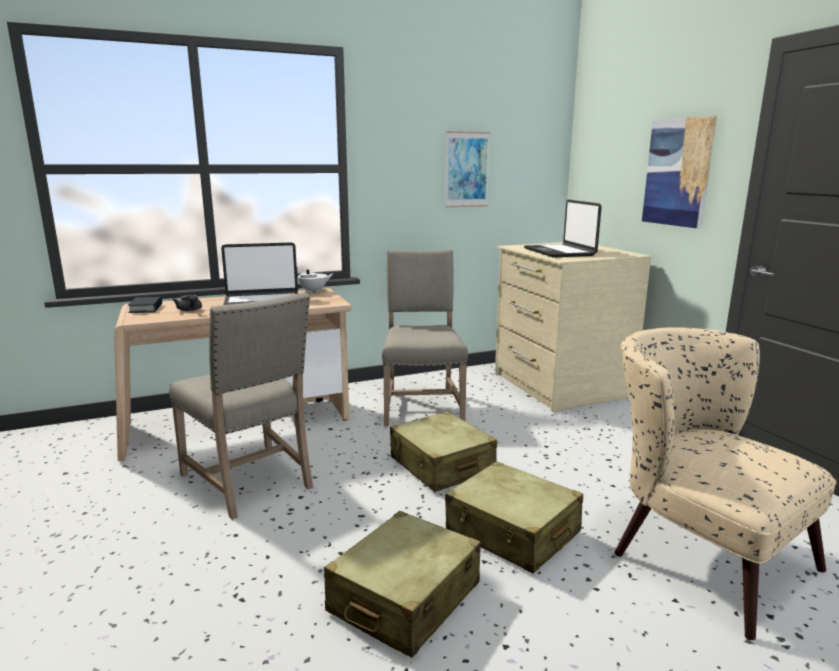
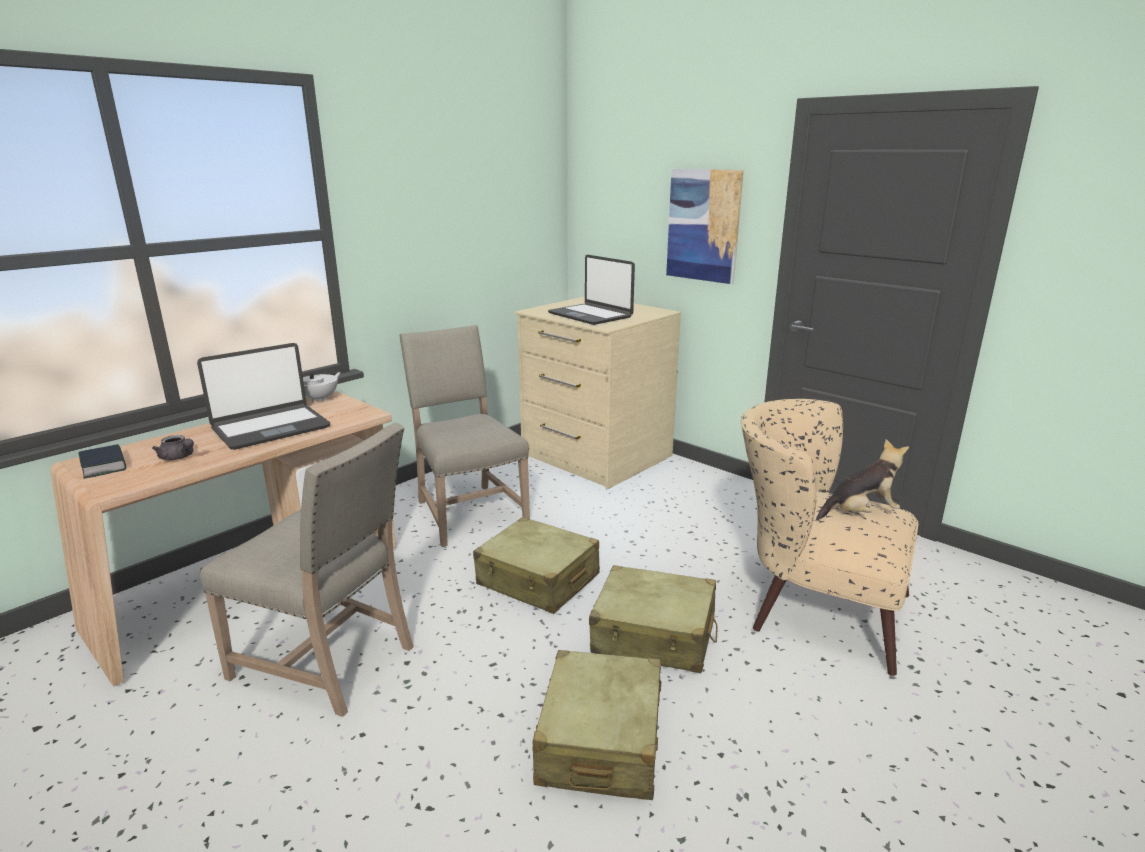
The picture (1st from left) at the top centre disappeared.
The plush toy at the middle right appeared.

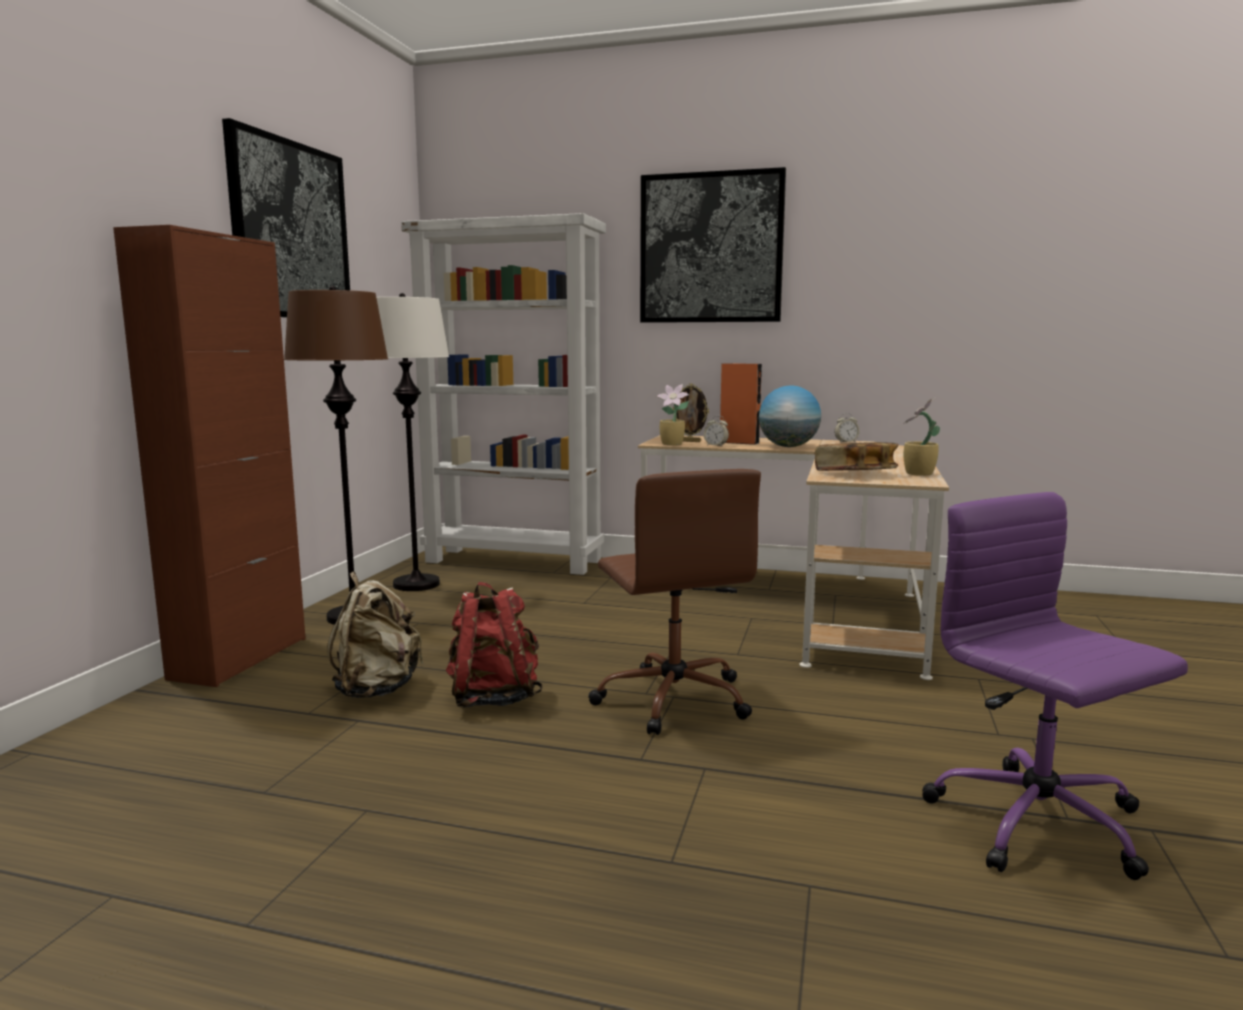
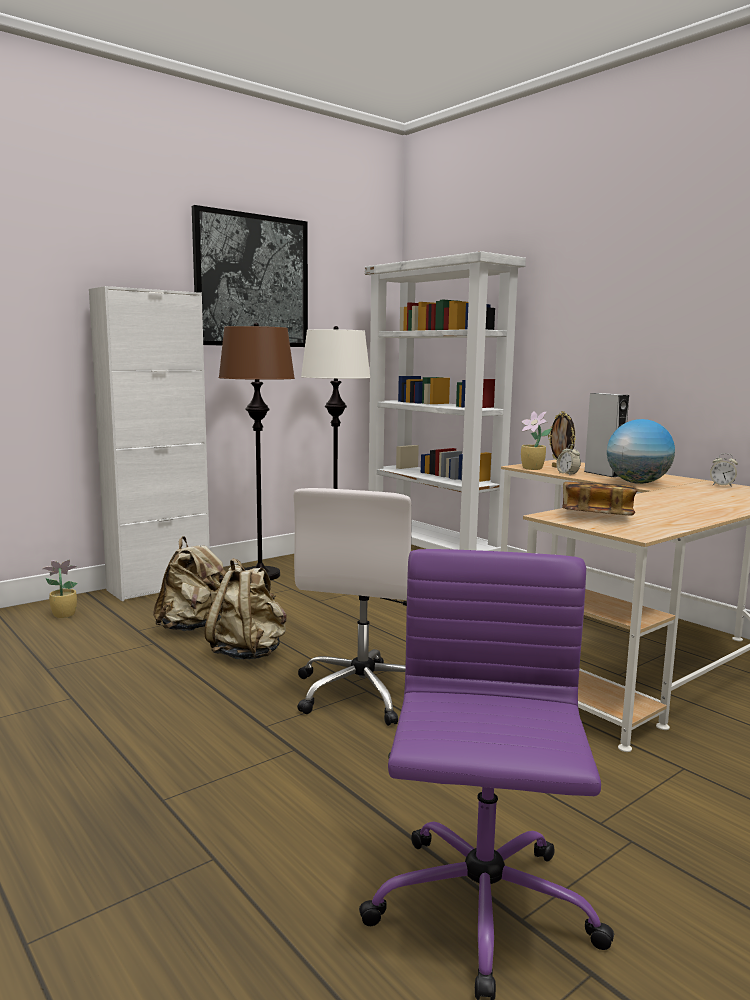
The brown cabinet at the middle left became the white cabinet at the middle left.
The red backpack at the centre became the beige backpack (2nd from left) at the middle left.
The brown office chair at the centre became the white office chair at the centre.
The picture (2nd from left) at the top centre disappeared.
The orange speaker at the centre became the grey speaker at the middle right.
The potted plant (2nd from left in the first image) moved from the middle right to the middle left.

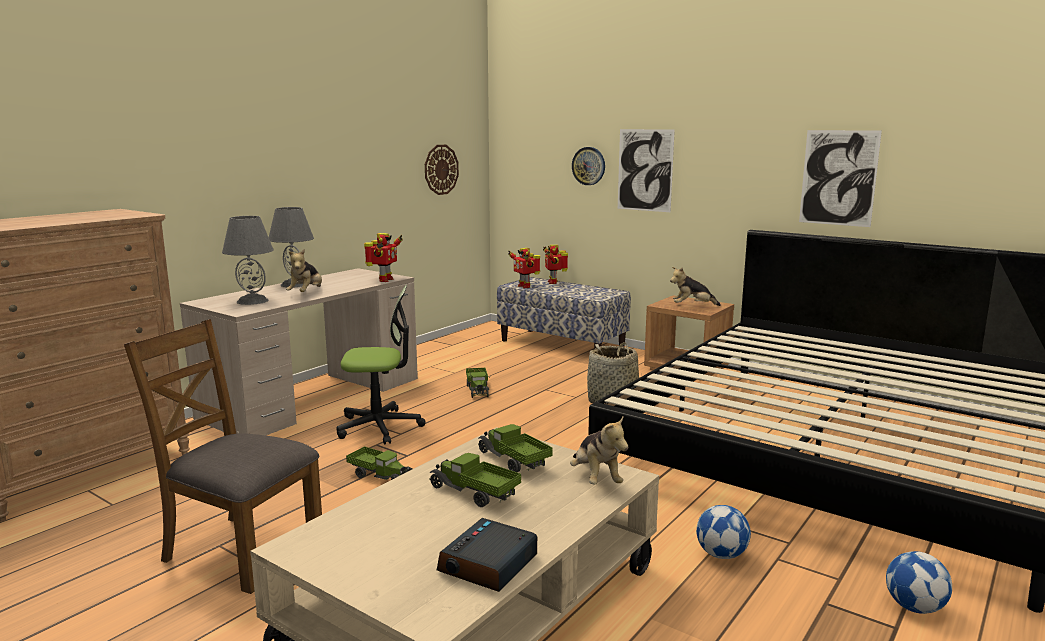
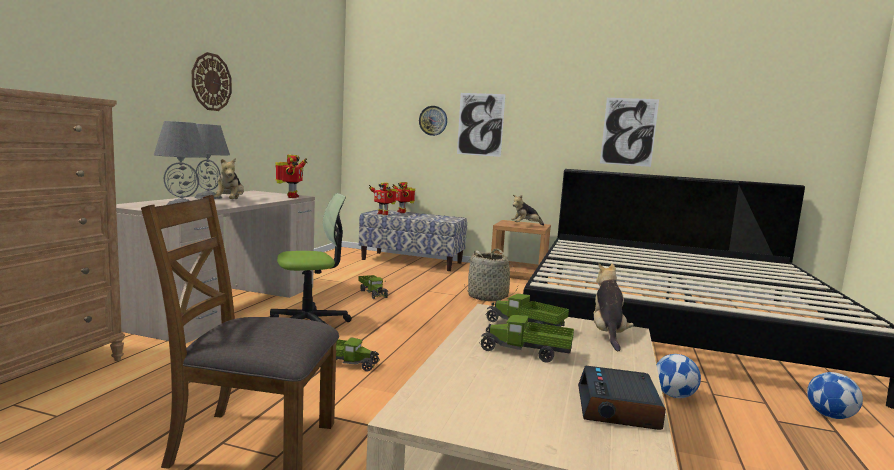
The wall clock (1st from left) moved from the top centre to the top left.
The plush toy (2nd from left in the first image) at the bottom centre turned 135 degrees counterclockwise.

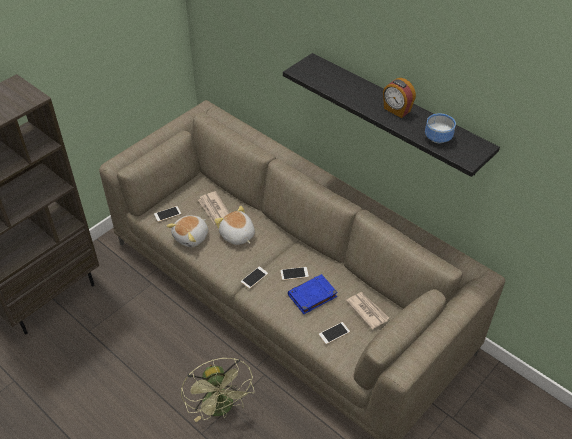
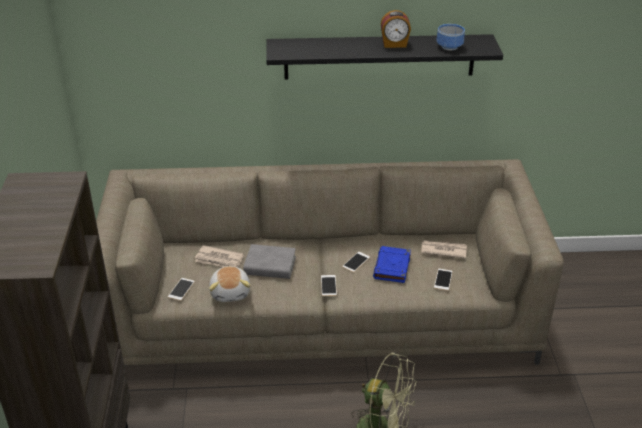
The plush toy (2nd from left) at the centre was replaced by the grey book at the centre.

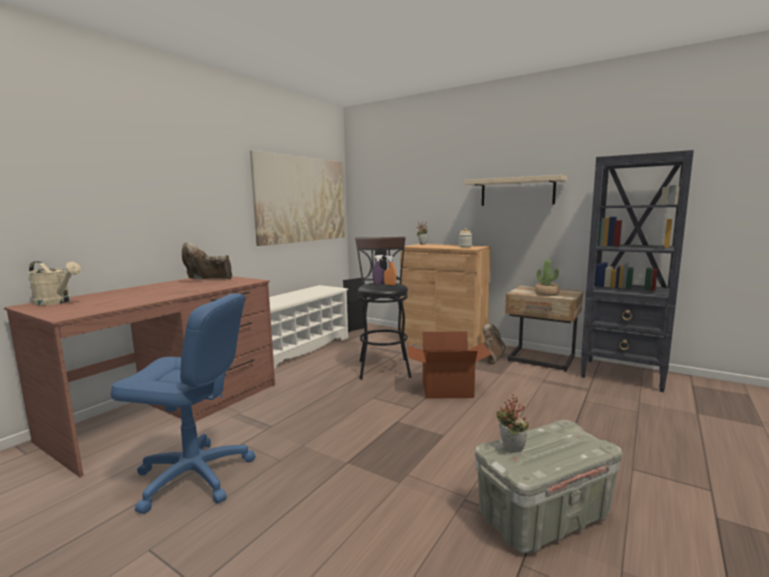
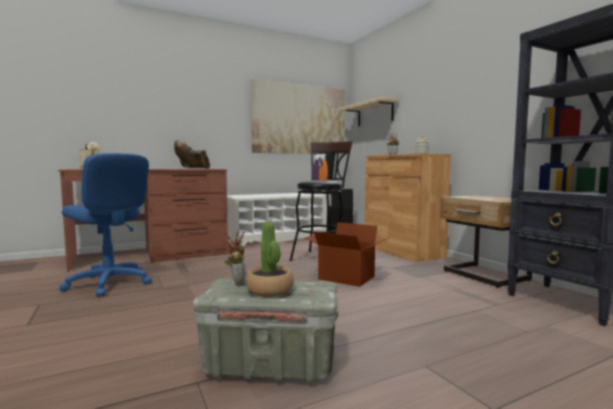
The beige shelf moved from the top right to the top centre.
The brown boot (2nd from left) at the centre disappeared.
The potted plant (3rd from left in the first image) moved from the middle right to the centre.

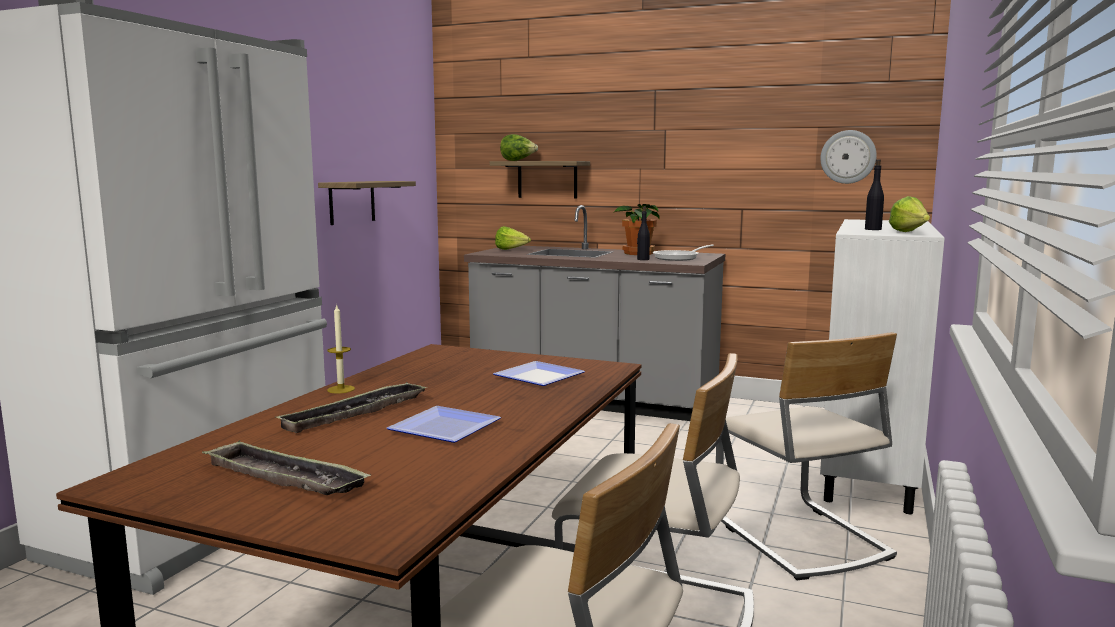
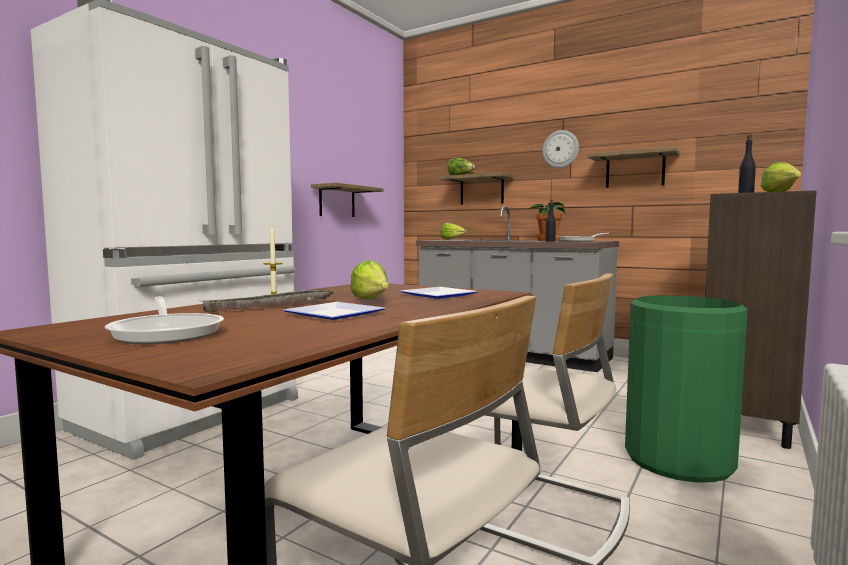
The tray (1st from left) at the bottom left was replaced by the frying pan (1st from left) at the middle left.
The beige chair (3rd from left) at the bottom right was replaced by the green trash can at the bottom right.
The wall clock moved from the top right to the top centre.
The white cabinet at the middle right became the brown cabinet at the middle right.
The lettuce (1st from left) at the centre appeared.
The shelf (3rd from left) at the top right appeared.

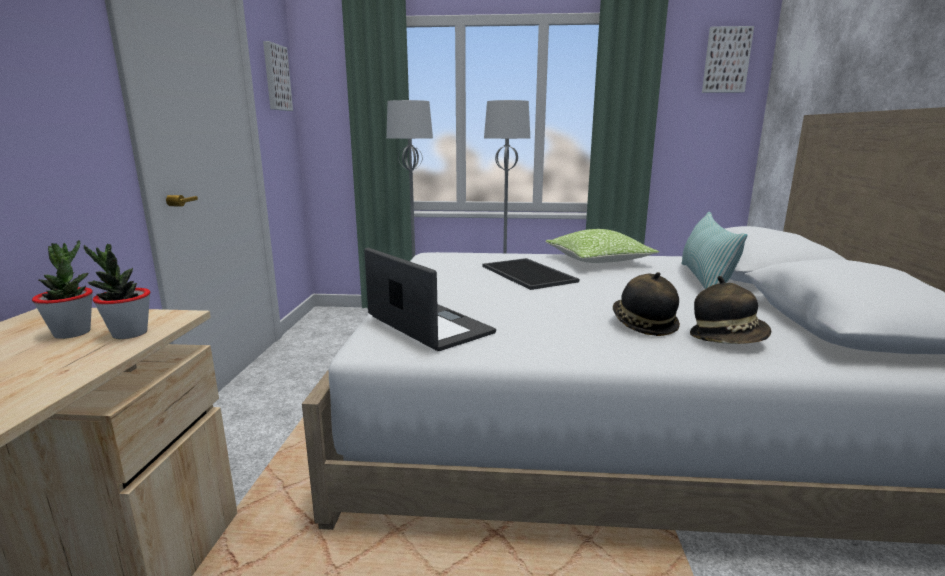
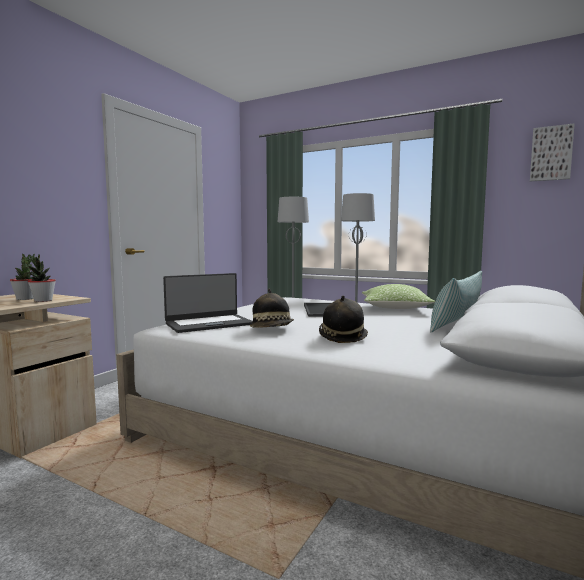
The picture (1st from left) at the top left disappeared.
The laptop at the centre turned 75 degrees clockwise.
The hat (2nd from left in the first image) moved from the middle right to the centre.

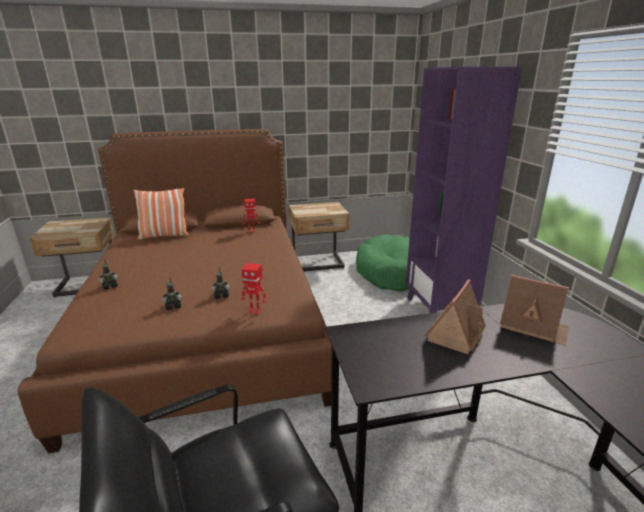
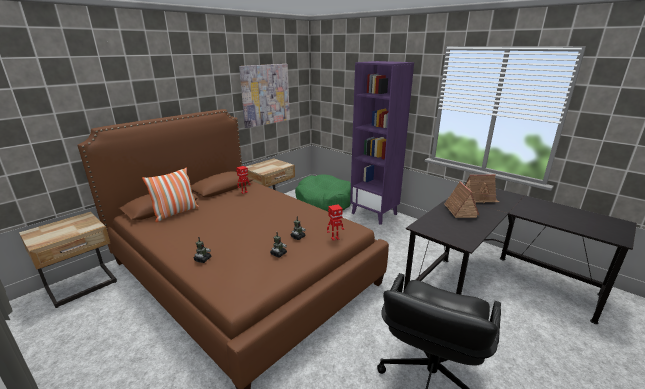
The picture at the top centre appeared.

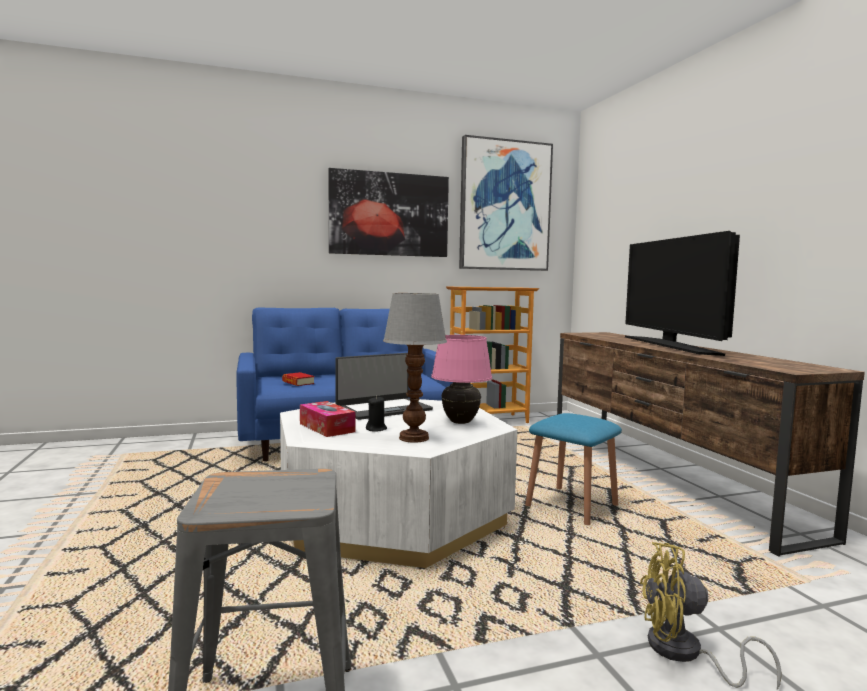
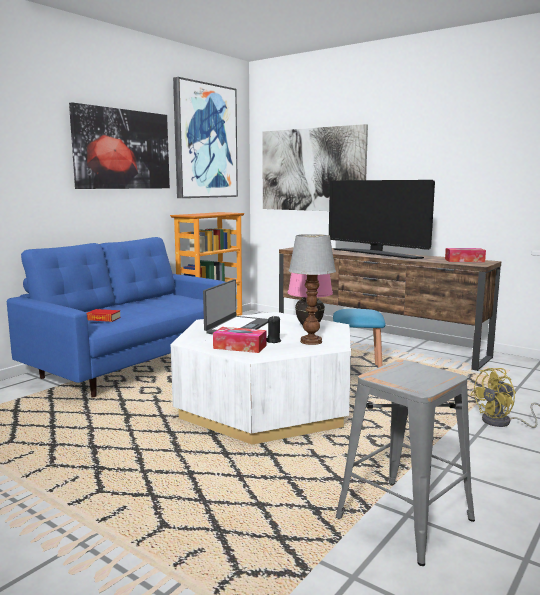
The picture (3rd from left) at the top centre appeared.
The tissue box (2nd from left) at the middle right appeared.

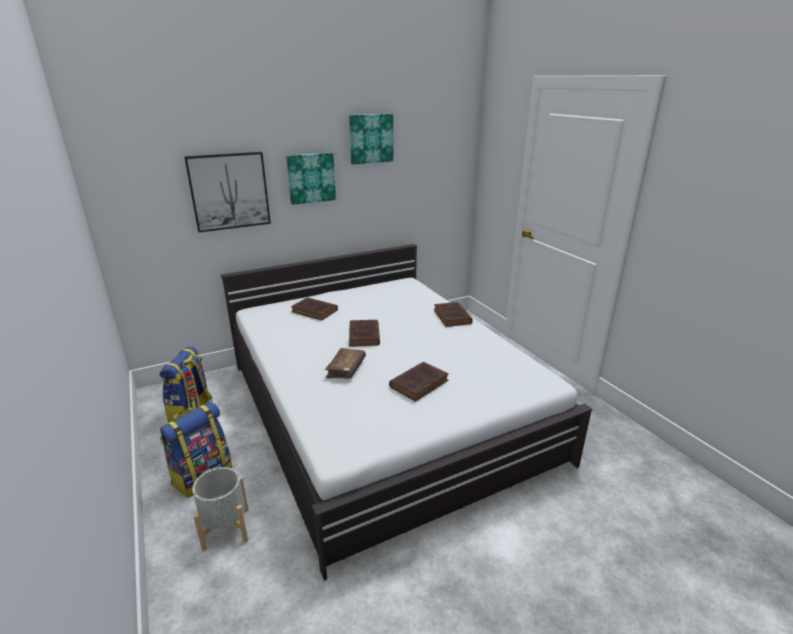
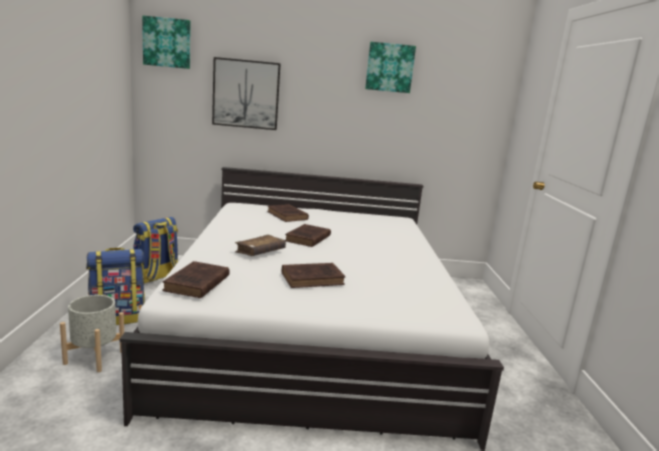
The picture (2nd from left in the first image) moved from the top centre to the top left.
The brown book (5th from left in the first image) moved from the centre to the middle left.

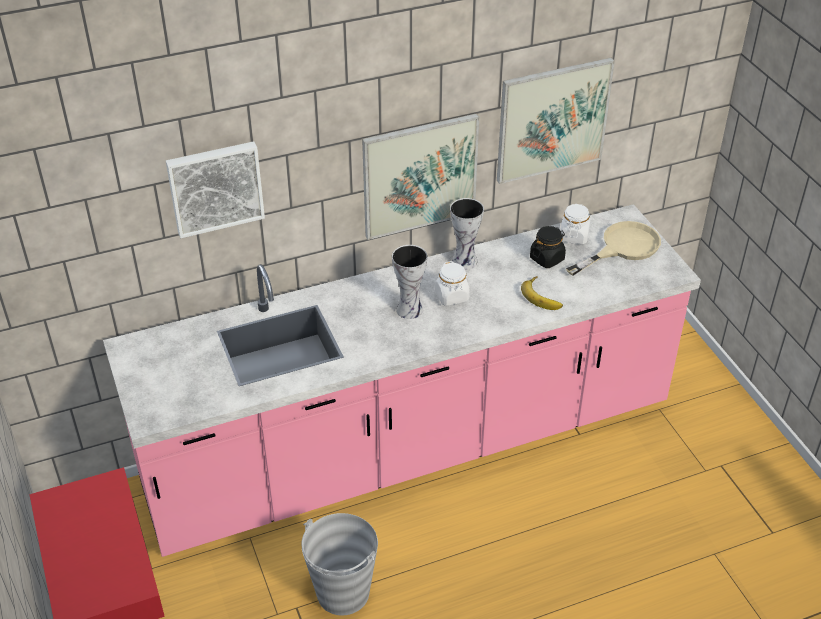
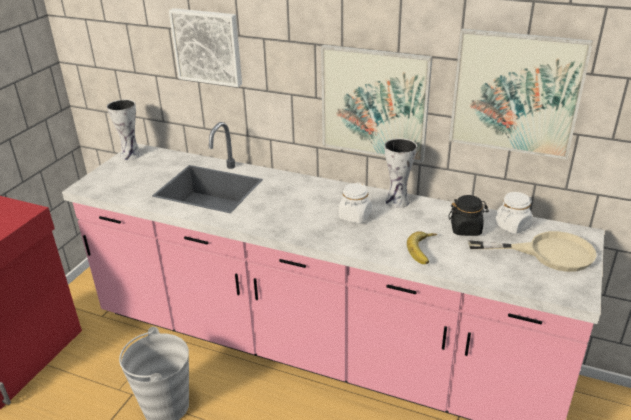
The vase (1st from left) moved from the centre to the top left.

